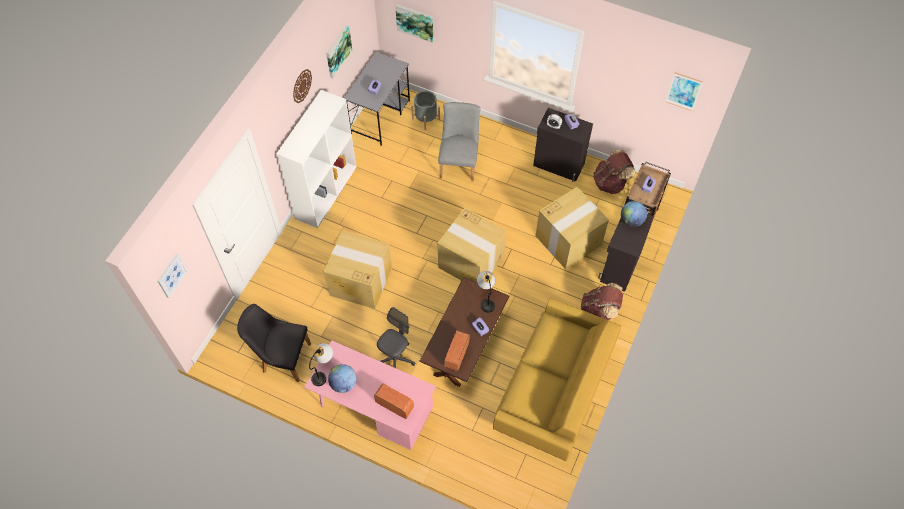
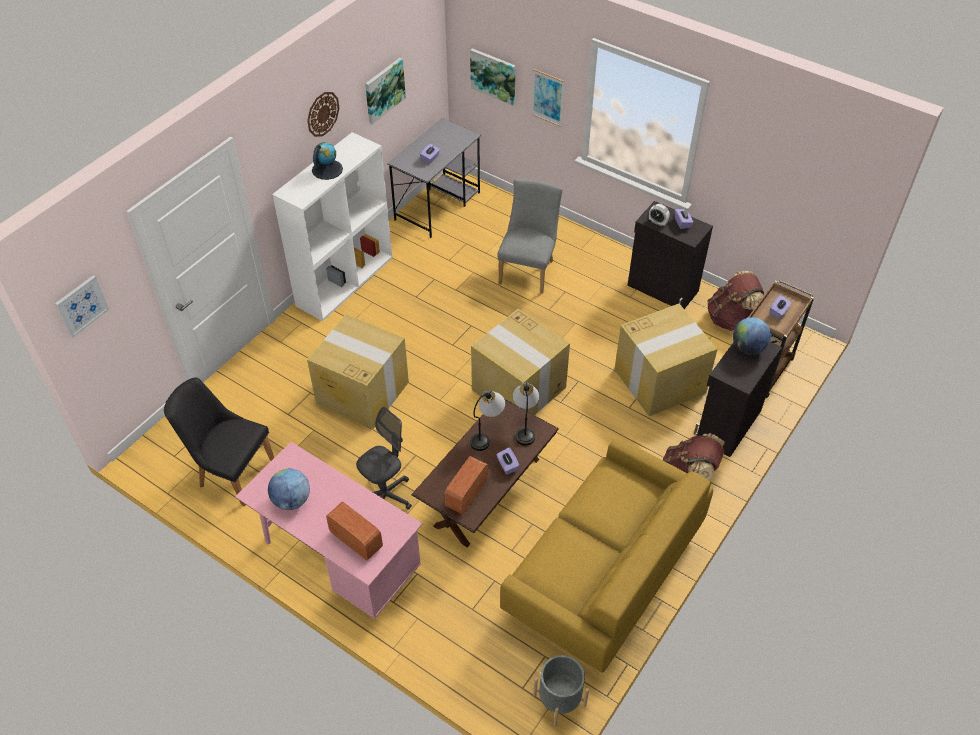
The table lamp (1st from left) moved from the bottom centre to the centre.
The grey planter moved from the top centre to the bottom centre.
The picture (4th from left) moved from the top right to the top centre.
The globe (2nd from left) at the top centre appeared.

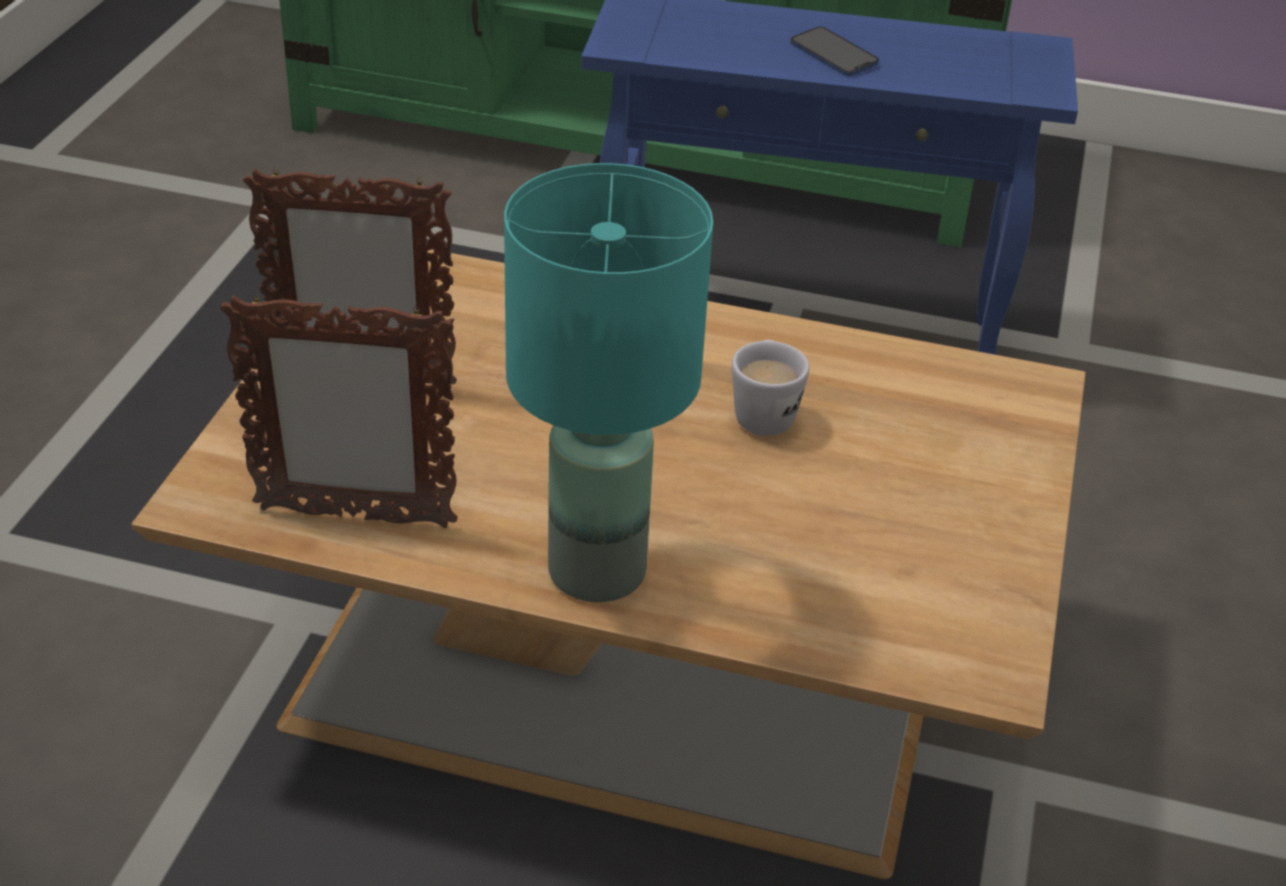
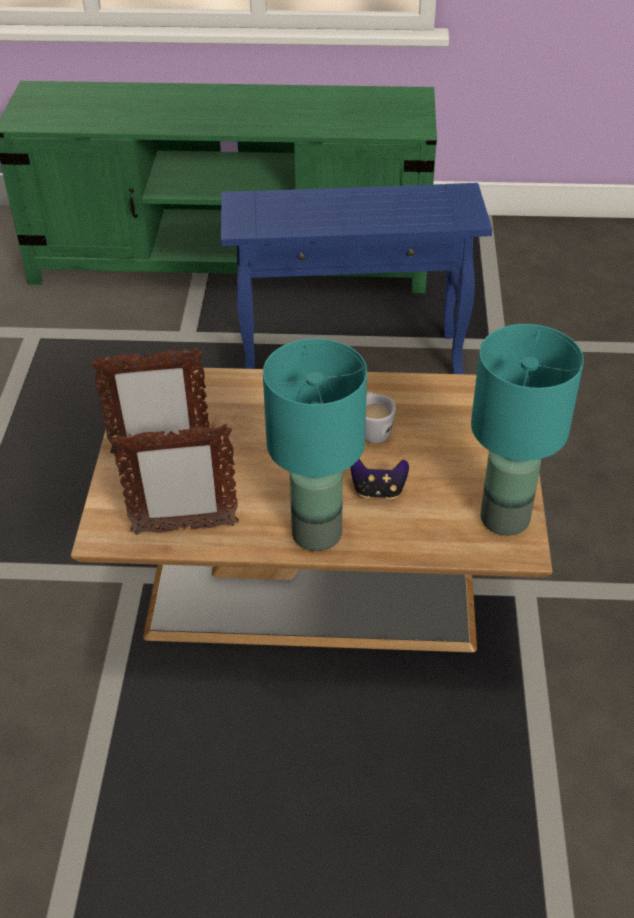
The phone at the top centre disappeared.
The game controller at the centre appeared.
The turquoise table lamp (2nd from left) at the middle right appeared.

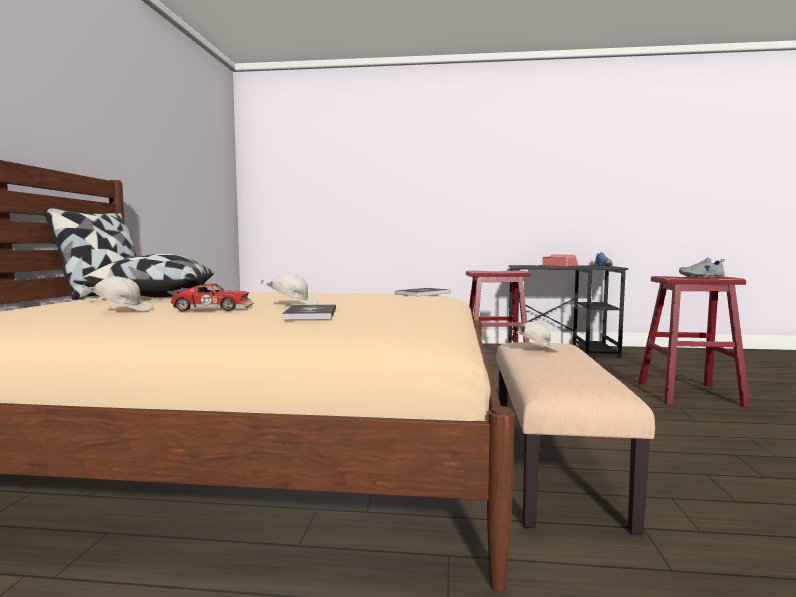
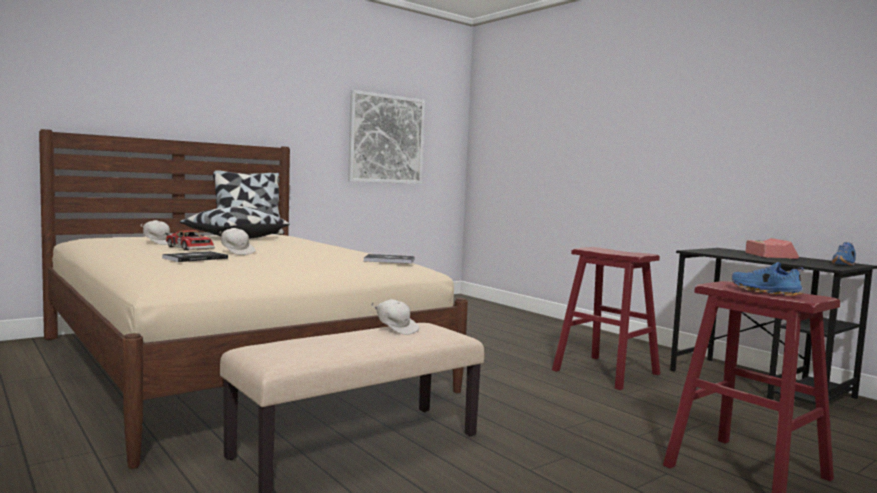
The grey shoe at the middle right became the blue shoe (1st from left) at the middle right.
The picture at the top centre appeared.

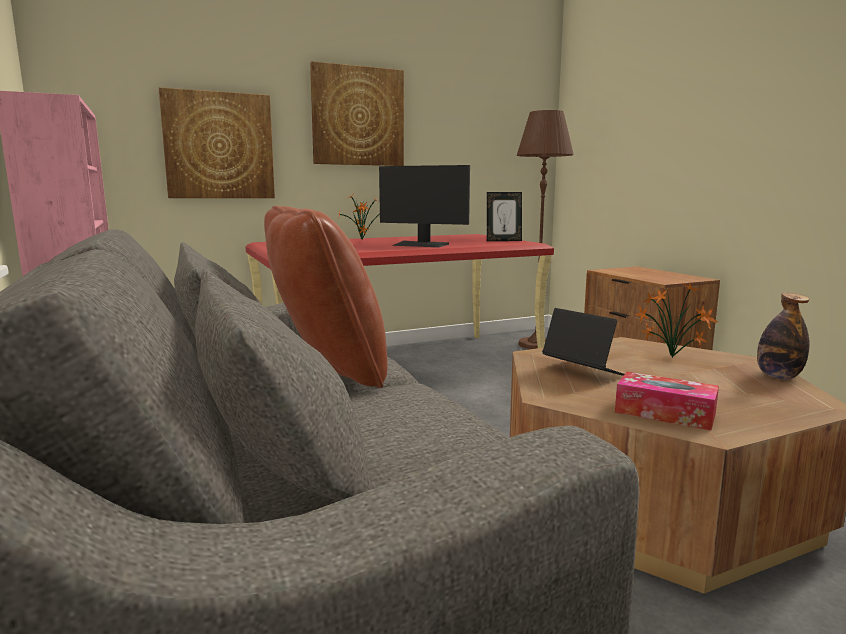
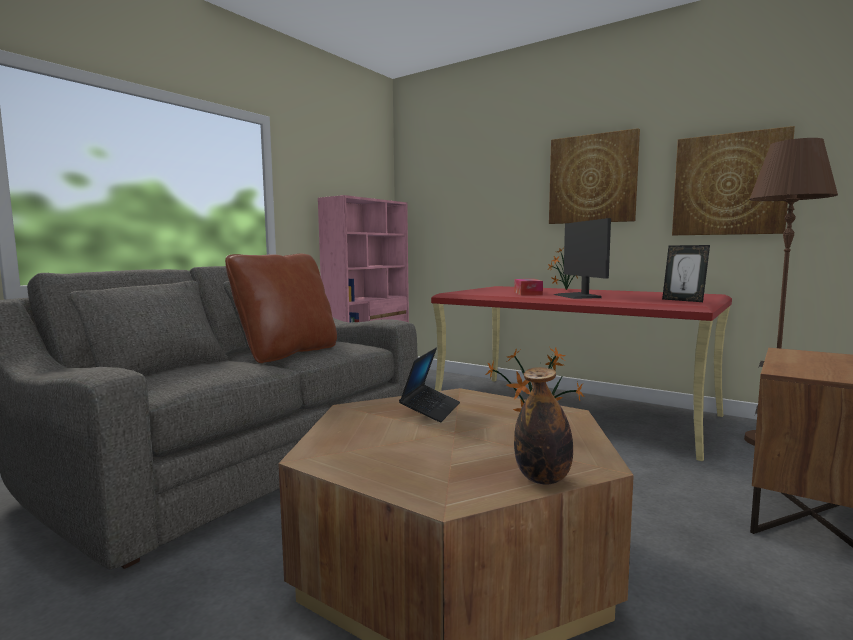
The picture (1st from left in the first image) moved from the top left to the top right.
The tissue box moved from the middle right to the centre.

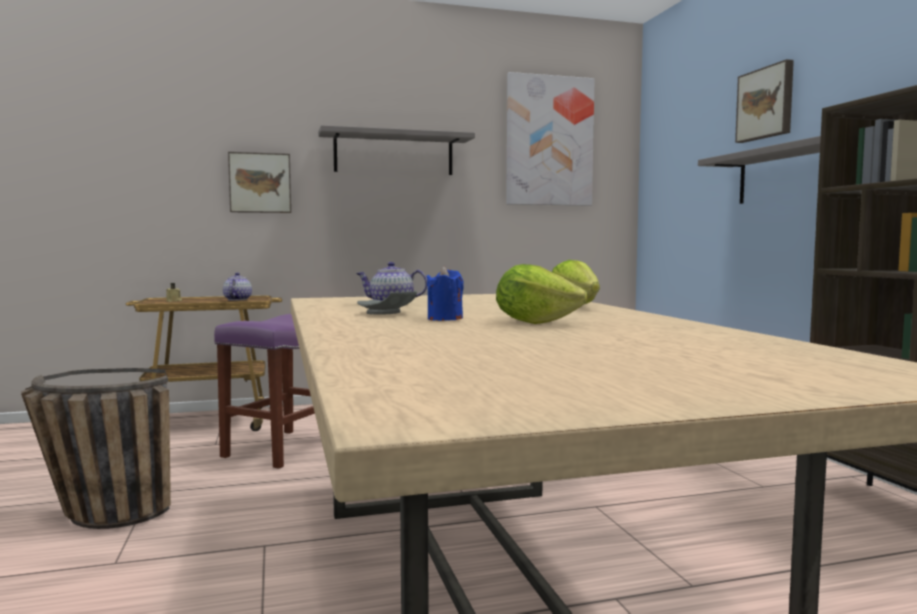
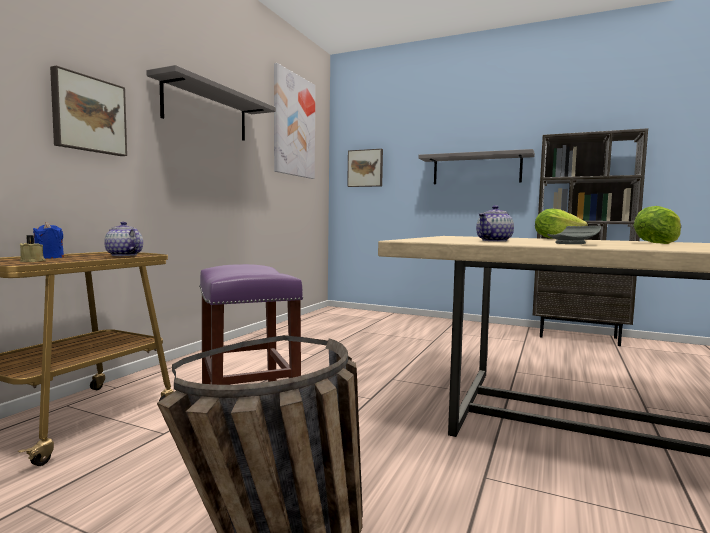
The blue candle moved from the centre to the middle left.
The picture (3rd from left) moved from the top right to the top centre.

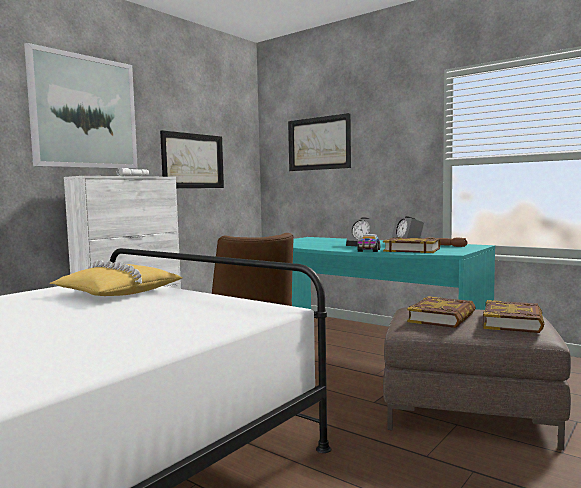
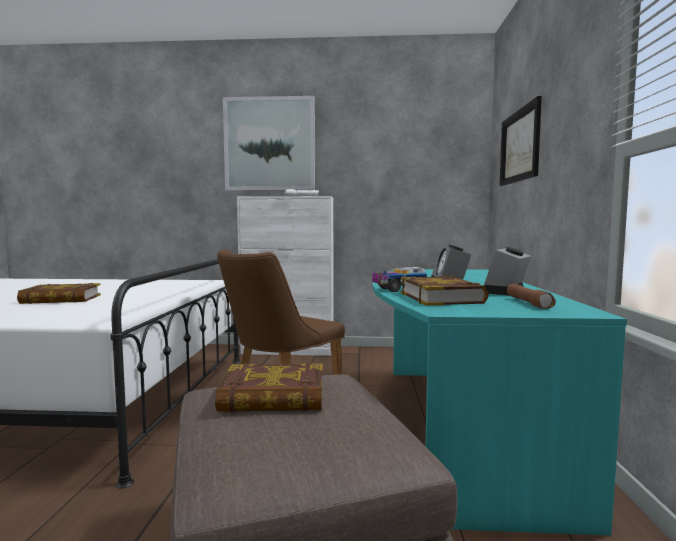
The yellow pillow at the middle left disappeared.
The picture (2nd from left) at the top left disappeared.
The book (3rd from left in the first image) moved from the middle right to the middle left.

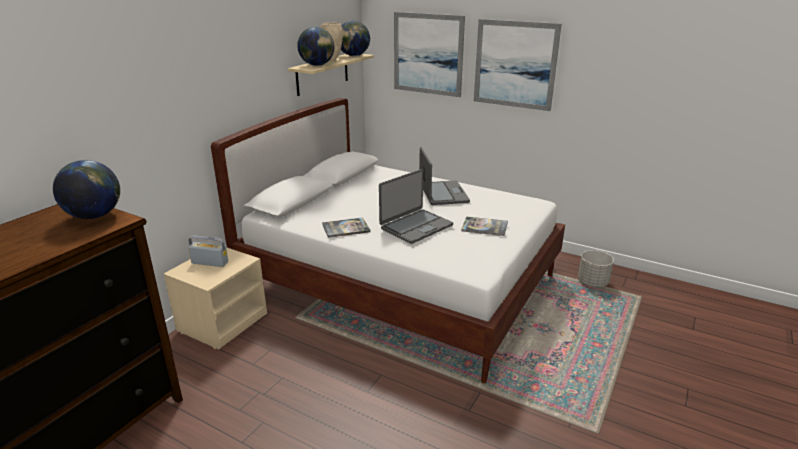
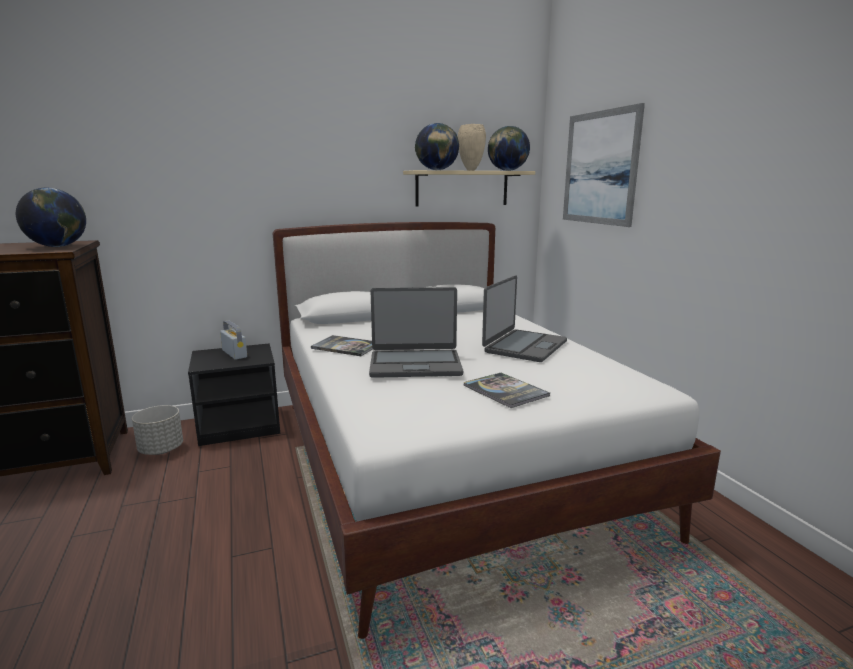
The beige nightstand at the middle left became the black nightstand at the middle left.
The picture (2nd from left) at the top centre disappeared.
The grey planter moved from the middle right to the middle left.

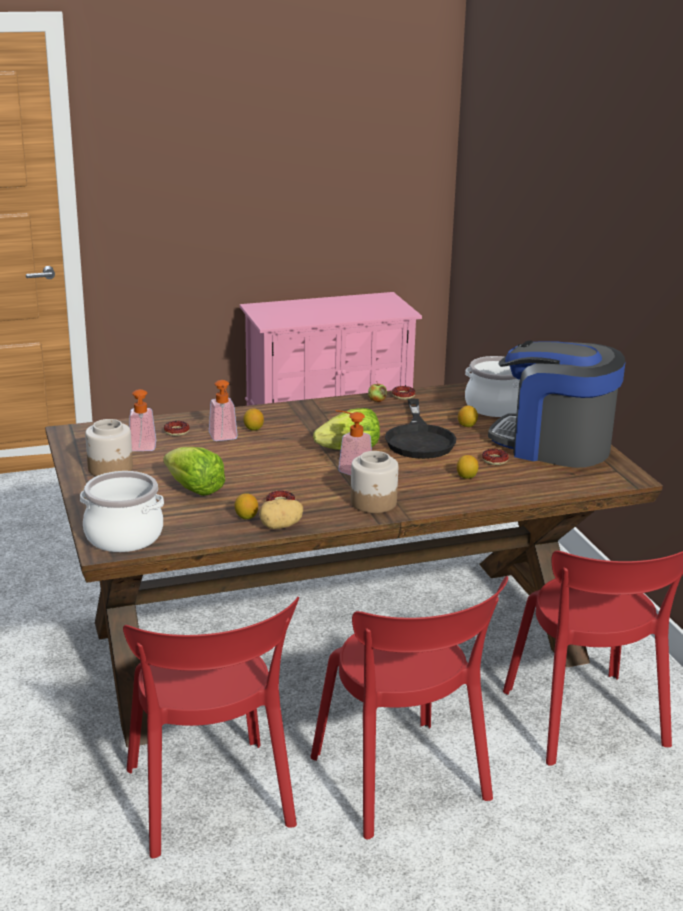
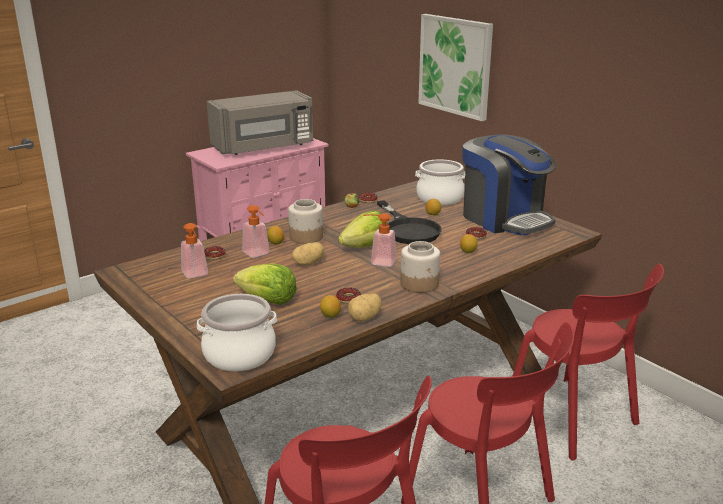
The jar (1st from left) moved from the middle left to the centre.
The coffee machine at the middle right turned 135 degrees counterclockwise.
The grey microwave at the top centre appeared.
The potato (1st from left) at the centre appeared.
The picture at the top centre appeared.

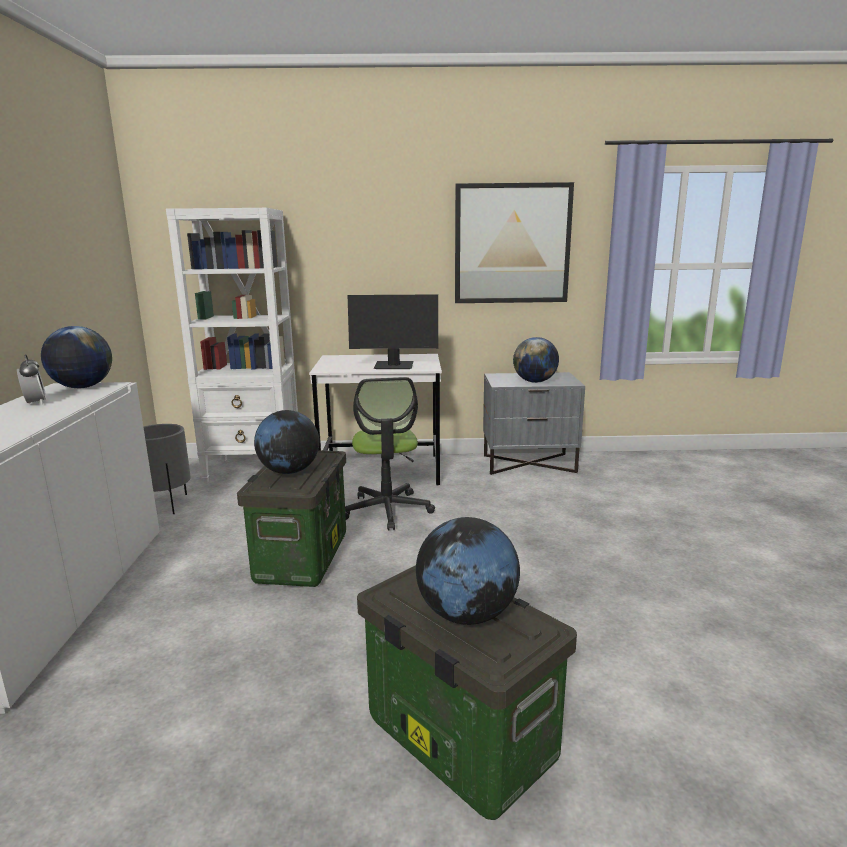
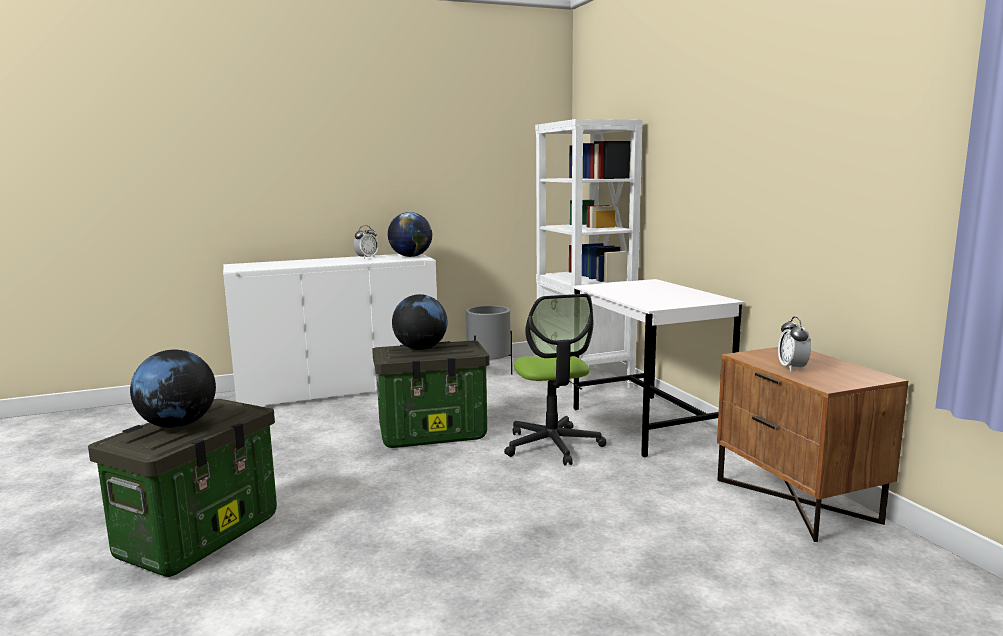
The office chair at the centre turned 75 degrees counterclockwise.
The monitor at the centre disappeared.
The picture at the top centre disappeared.
The grey nightstand at the centre became the brown nightstand at the bottom right.
The globe (4th from left) at the centre was replaced by the alarm clock (2nd from left) at the middle right.

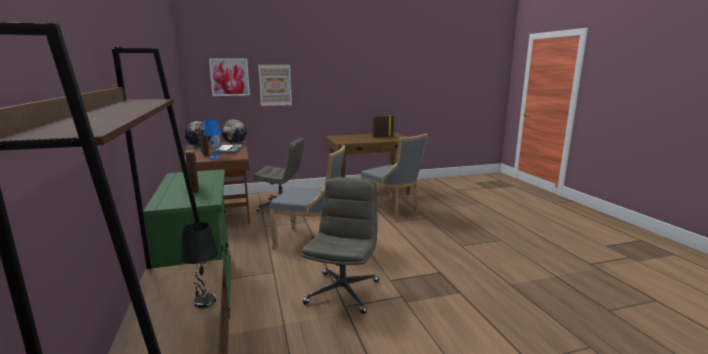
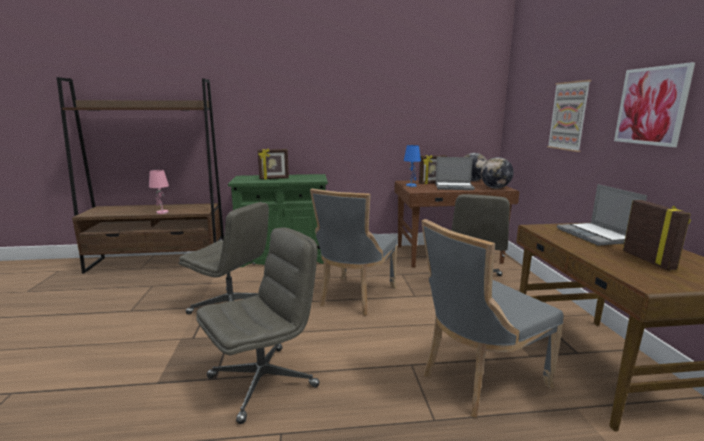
The black table lamp at the bottom left became the pink table lamp at the middle left.
The picture (1st from left in the first image) moved from the top left to the top right.
The grey office chair (2nd from left) at the bottom centre appeared.
The laptop (2nd from left) at the middle right appeared.

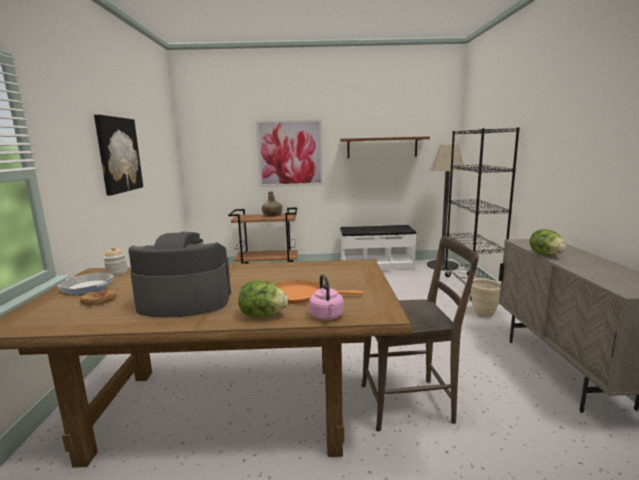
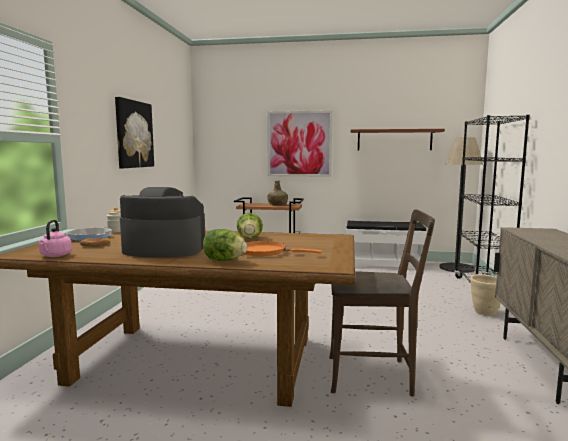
The pink kettle moved from the centre to the middle left.
The lettuce (2nd from left) moved from the middle right to the centre.

